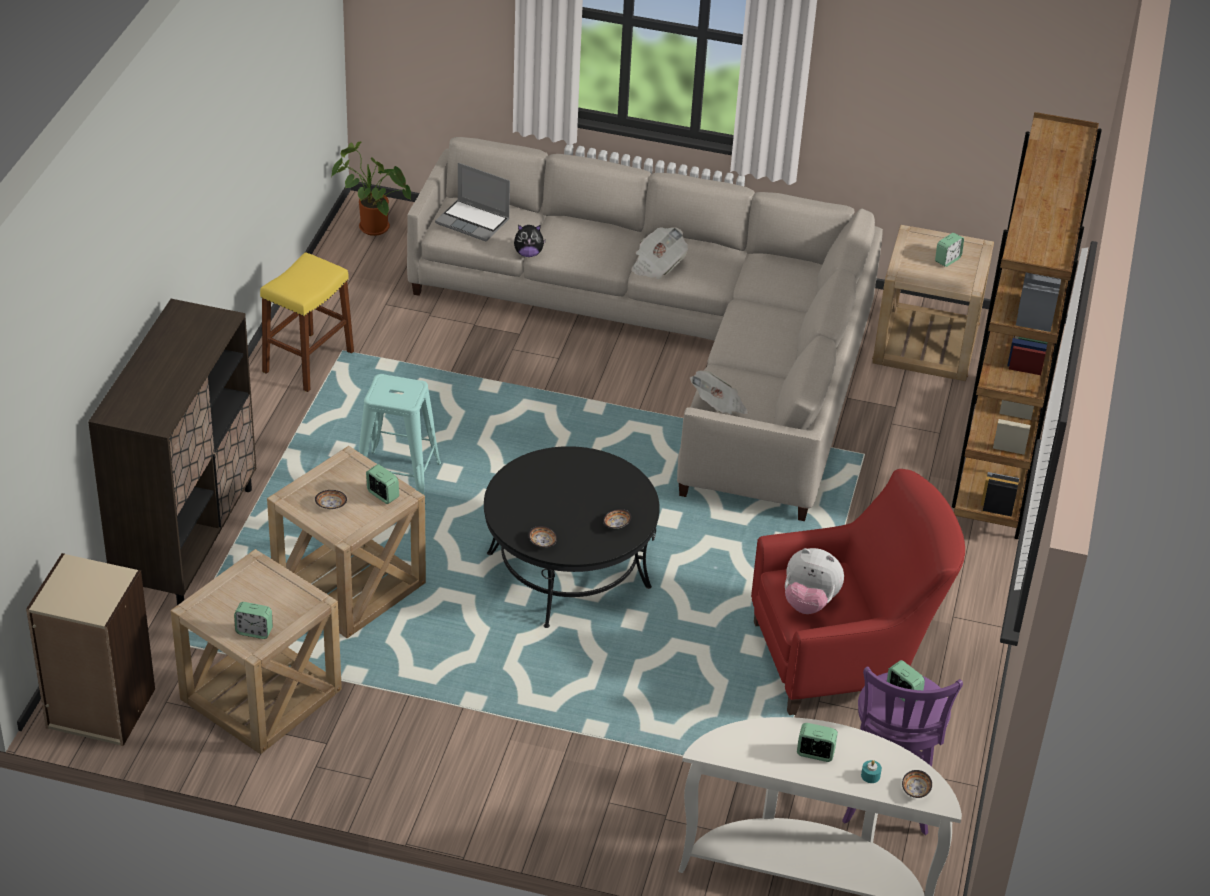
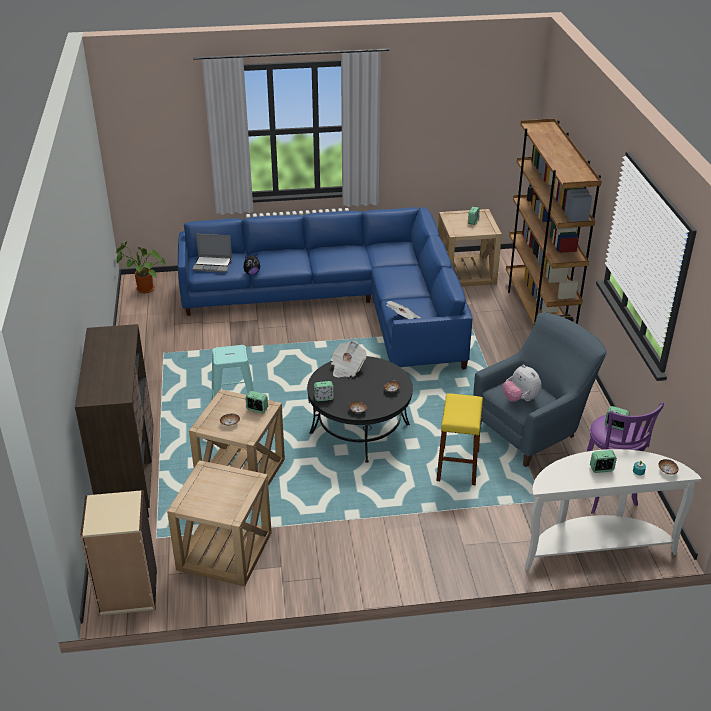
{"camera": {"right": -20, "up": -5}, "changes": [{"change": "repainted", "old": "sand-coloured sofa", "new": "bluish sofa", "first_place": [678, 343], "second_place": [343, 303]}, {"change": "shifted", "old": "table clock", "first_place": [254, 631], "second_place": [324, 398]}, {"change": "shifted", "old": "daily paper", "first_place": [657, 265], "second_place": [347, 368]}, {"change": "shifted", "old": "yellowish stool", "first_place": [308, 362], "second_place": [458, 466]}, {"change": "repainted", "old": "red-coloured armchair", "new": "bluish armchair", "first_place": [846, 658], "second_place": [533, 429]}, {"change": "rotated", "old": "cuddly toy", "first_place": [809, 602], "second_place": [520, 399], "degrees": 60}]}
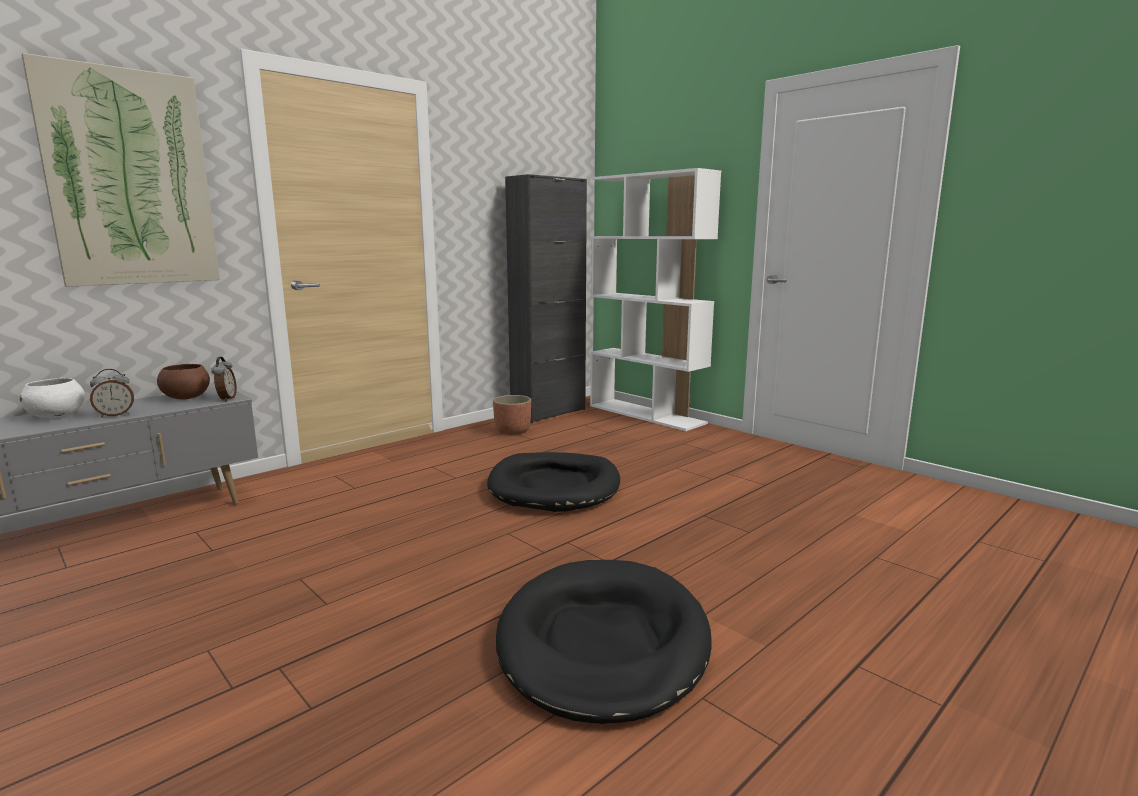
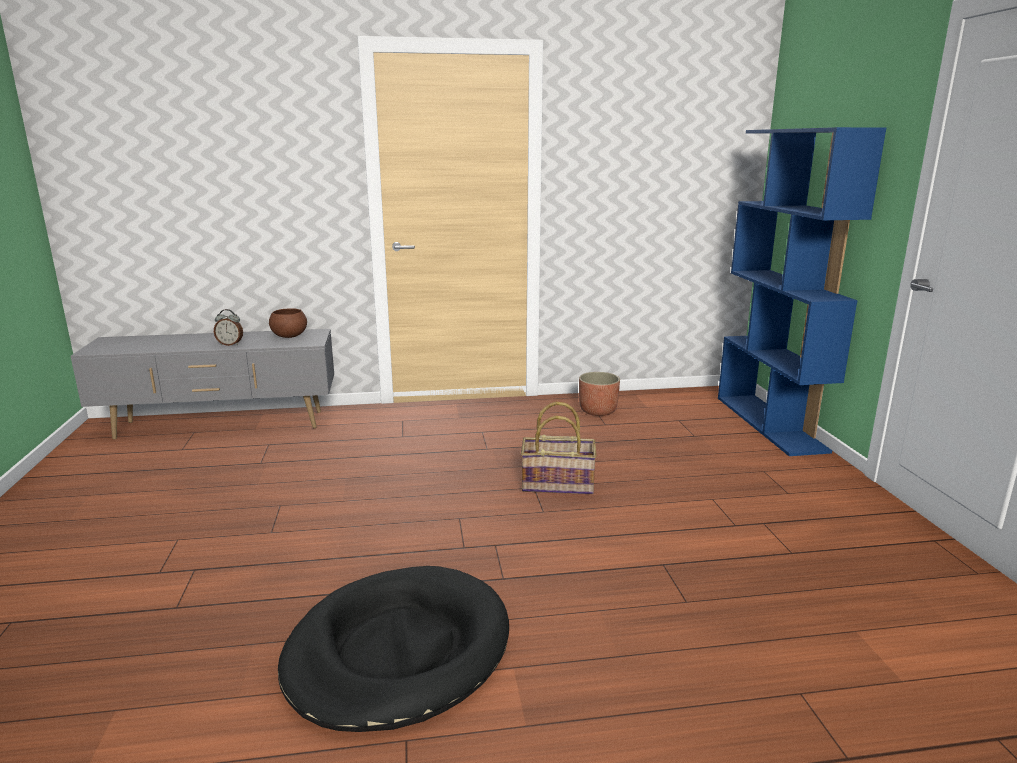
{"camera": {"right": 35, "up": 5}, "changes": [{"change": "swapped", "old": "blackish dog bed", "new": "storage basket", "first_place": [554, 487], "second_place": [558, 484]}, {"change": "repainted", "old": "white shelving unit", "new": "bluish shelving unit", "first_place": [647, 414], "second_place": [770, 423]}, {"change": "gone", "old": "white deep dish", "first_place": [57, 416]}, {"change": "gone", "old": "picture", "first_place": [130, 179]}, {"change": "gone", "old": "table clock", "first_place": [226, 399]}, {"change": "gone", "old": "blackish cupboard", "first_place": [548, 413]}]}
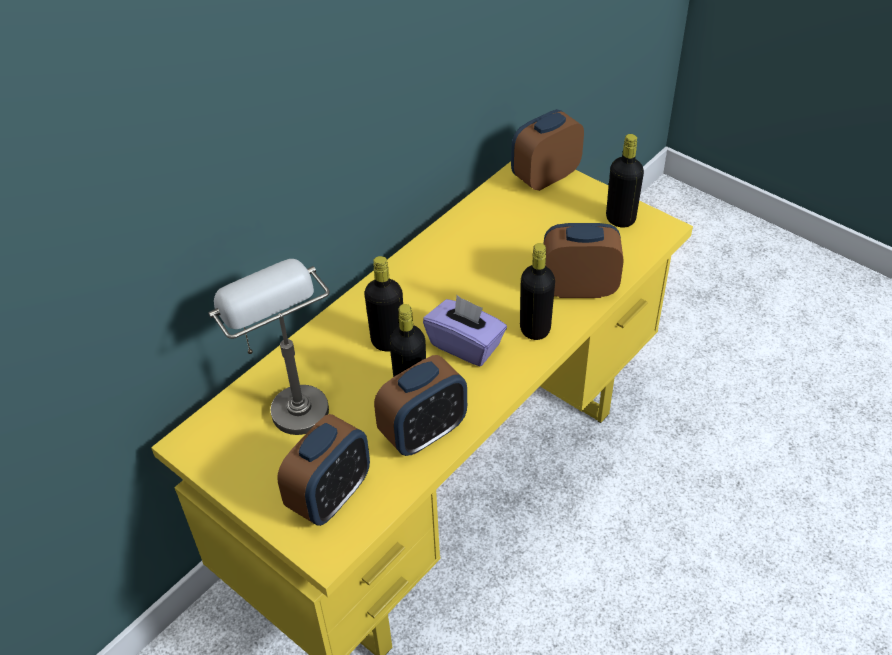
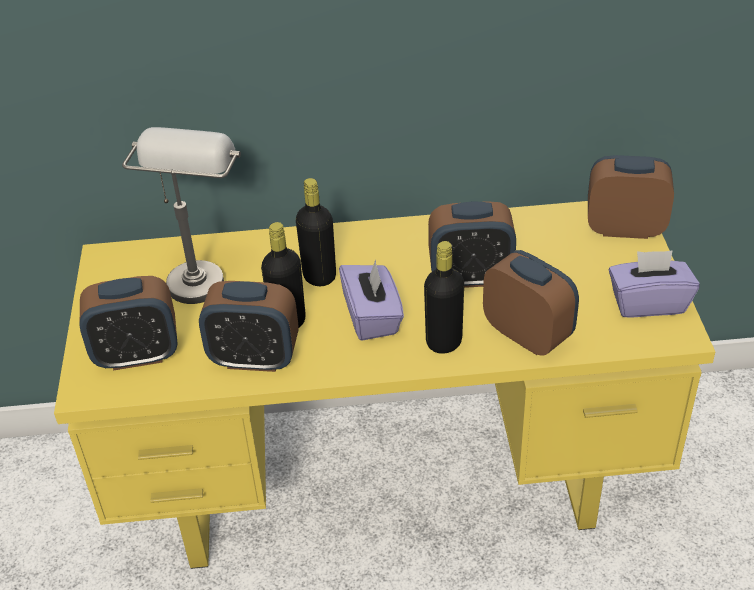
{"camera": {"right": 45, "up": -5}, "changes": [{"change": "new", "new": "table clock", "second_place": [470, 277]}, {"change": "swapped", "old": "blackish beverage bottle", "new": "purple-coloured tissue holder", "first_place": [620, 219], "second_place": [648, 303]}]}
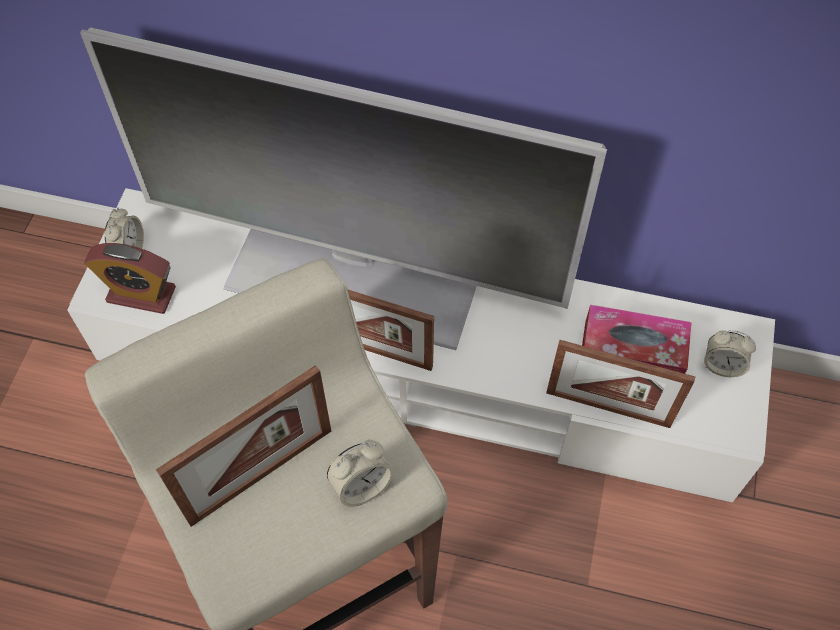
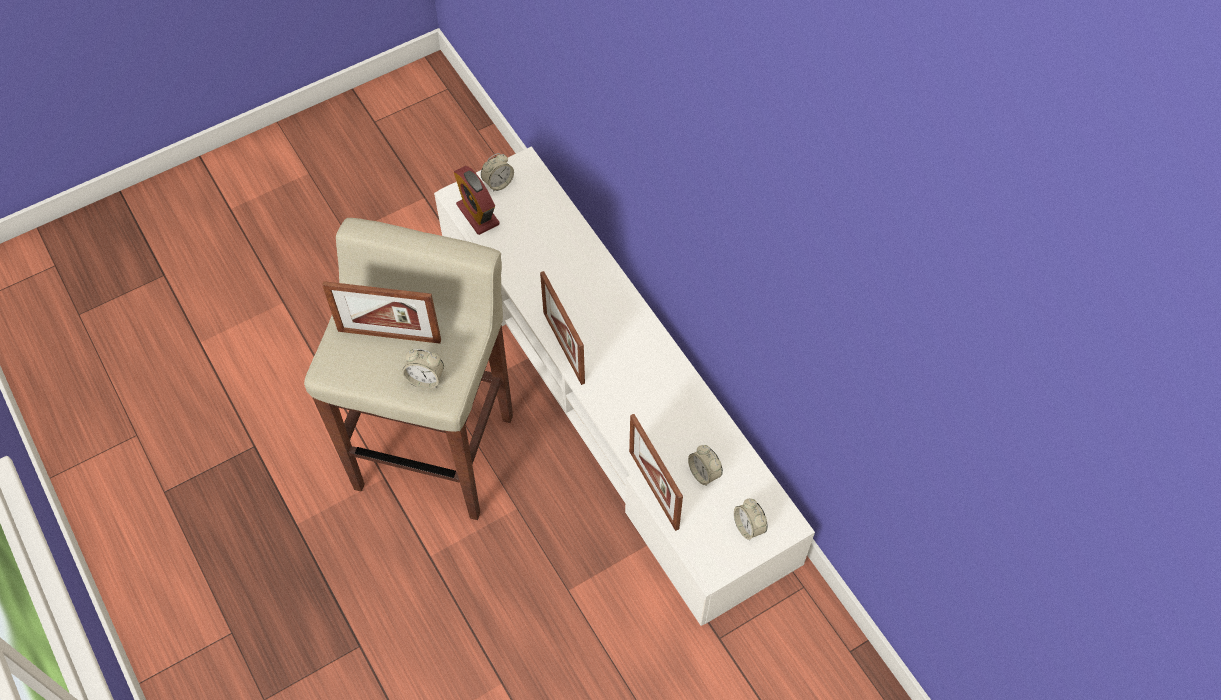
{"camera": {"right": 45, "up": 0}, "changes": [{"change": "swapped", "old": "tissue holder", "new": "table clock", "first_place": [631, 352], "second_place": [704, 473]}, {"change": "gone", "old": "television", "first_place": [351, 283]}]}
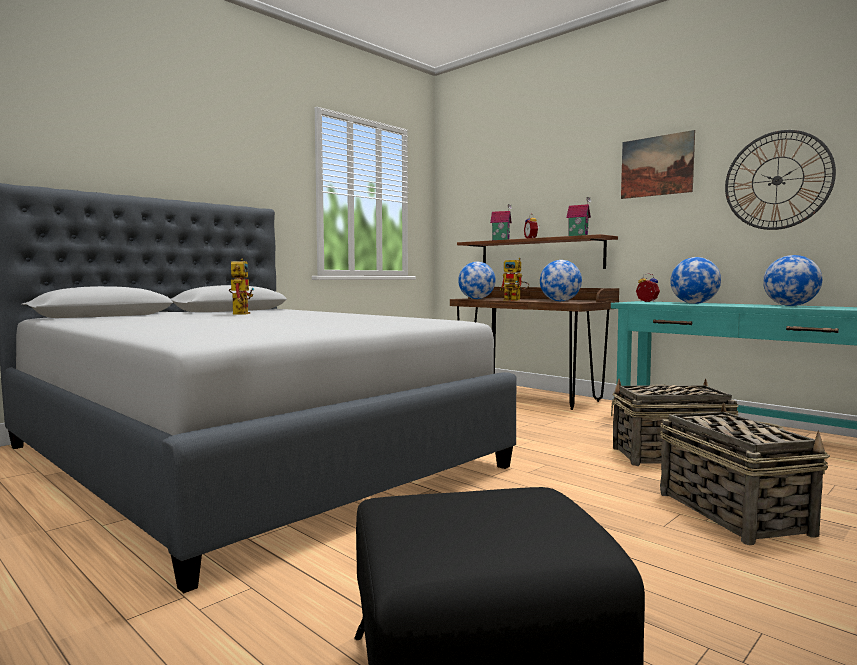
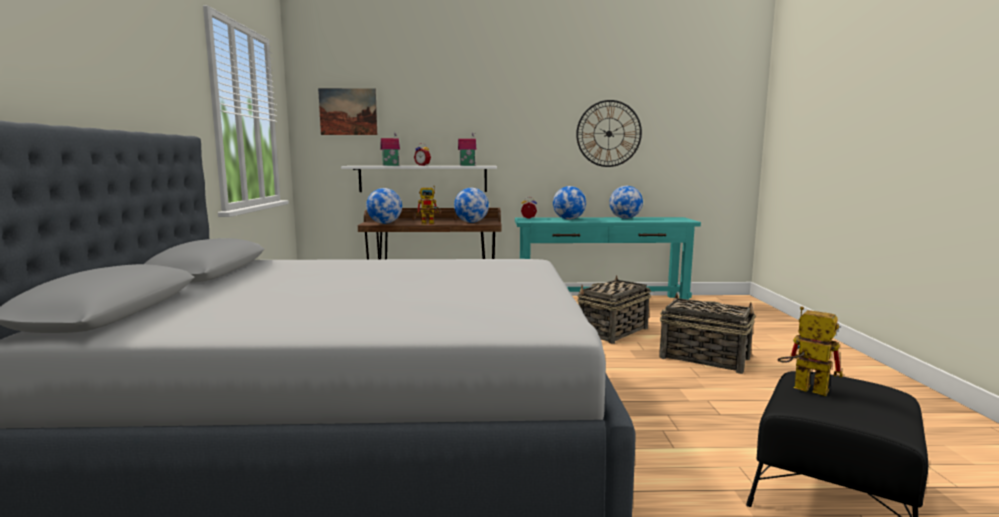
{"camera": {"right": -45, "up": 5}, "changes": [{"change": "shifted", "old": "picture", "first_place": [656, 166], "second_place": [348, 111]}, {"change": "repainted", "old": "brown-coloured shelf", "new": "white shelf", "first_place": [540, 255], "second_place": [423, 178]}, {"change": "shifted", "old": "model robot", "first_place": [240, 313], "second_place": [802, 388]}]}
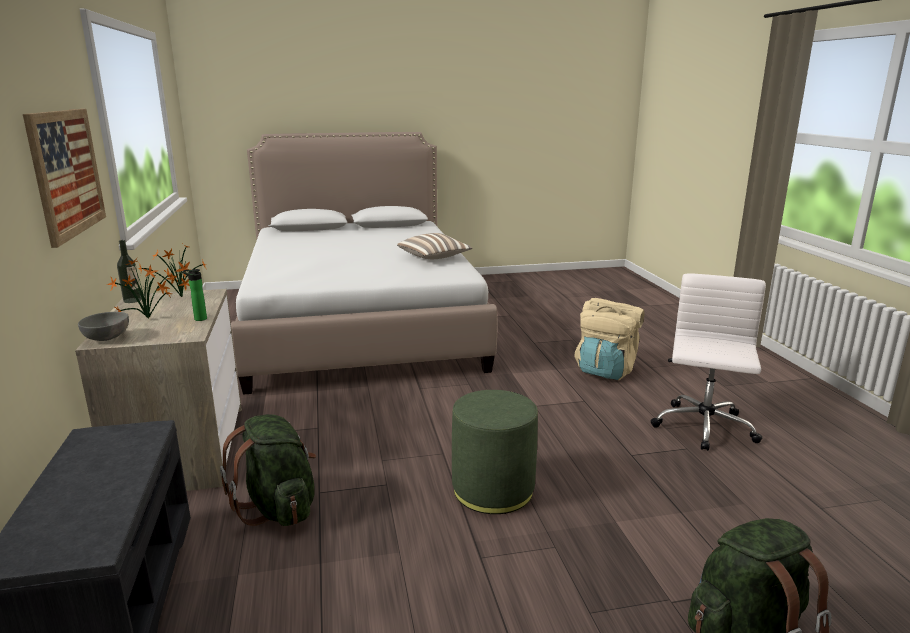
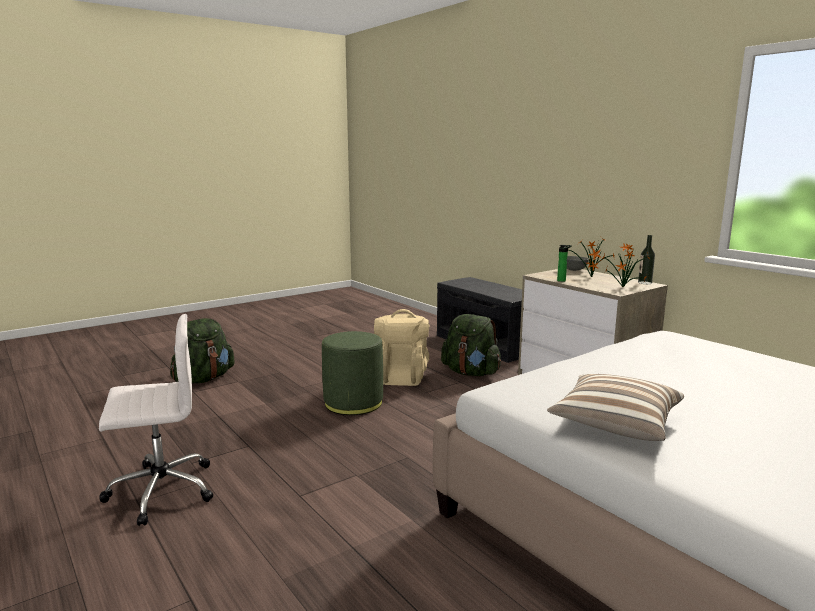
{"camera": {"right": 155, "up": -5}, "changes": [{"change": "rotated", "old": "white desk chair", "first_place": [703, 428], "second_place": [160, 490], "degrees": -105}, {"change": "shifted", "old": "sand-coloured rucksack", "first_place": [606, 370], "second_place": [402, 376]}, {"change": "gone", "old": "picture", "first_place": [67, 172]}]}
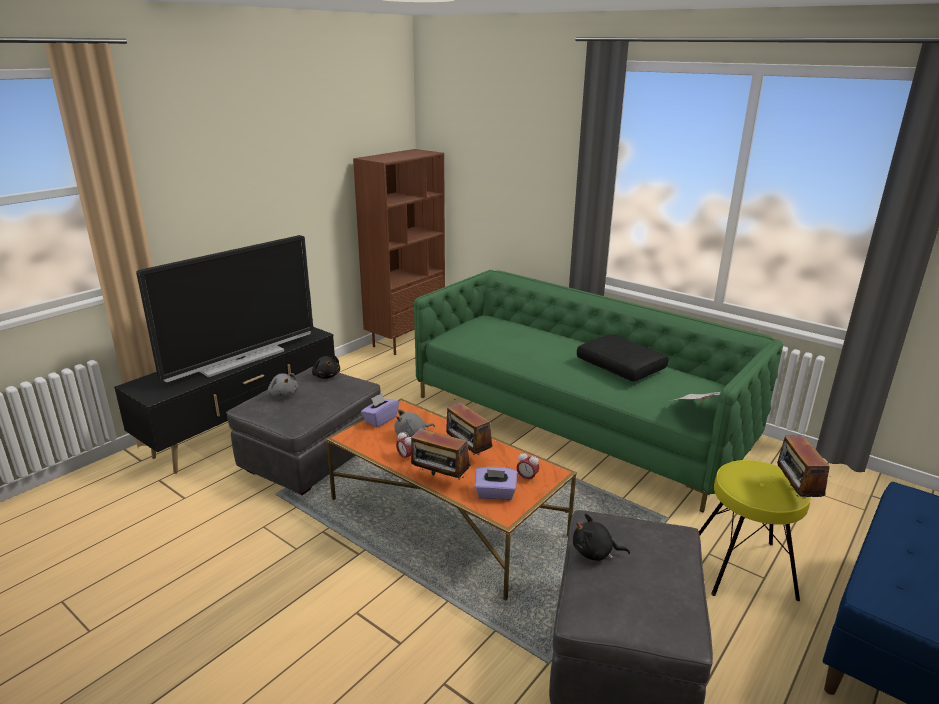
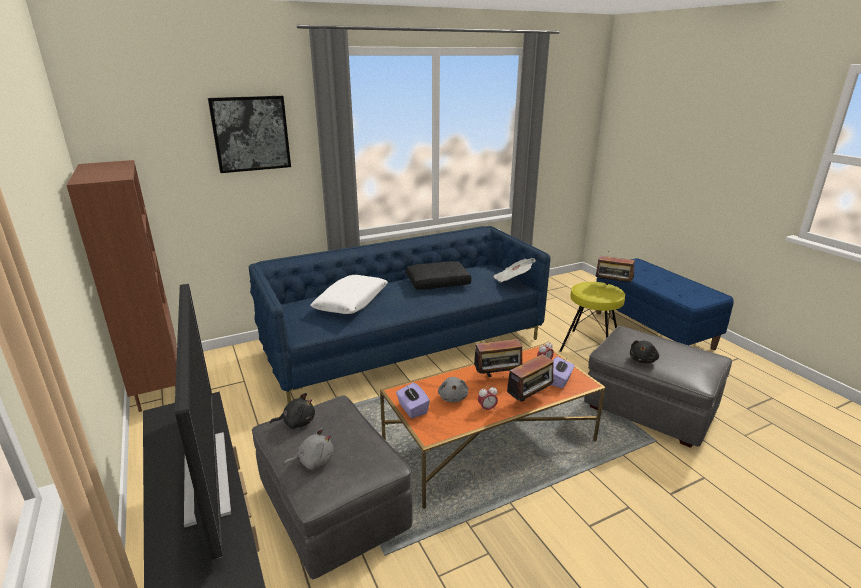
{"camera": {"right": -65, "up": 0}, "changes": [{"change": "new", "new": "picture", "second_place": [251, 133]}, {"change": "repainted", "old": "greenish sofa", "new": "bluish sofa", "first_place": [577, 422], "second_place": [405, 344]}, {"change": "new", "new": "white throw pillow", "second_place": [351, 302]}]}
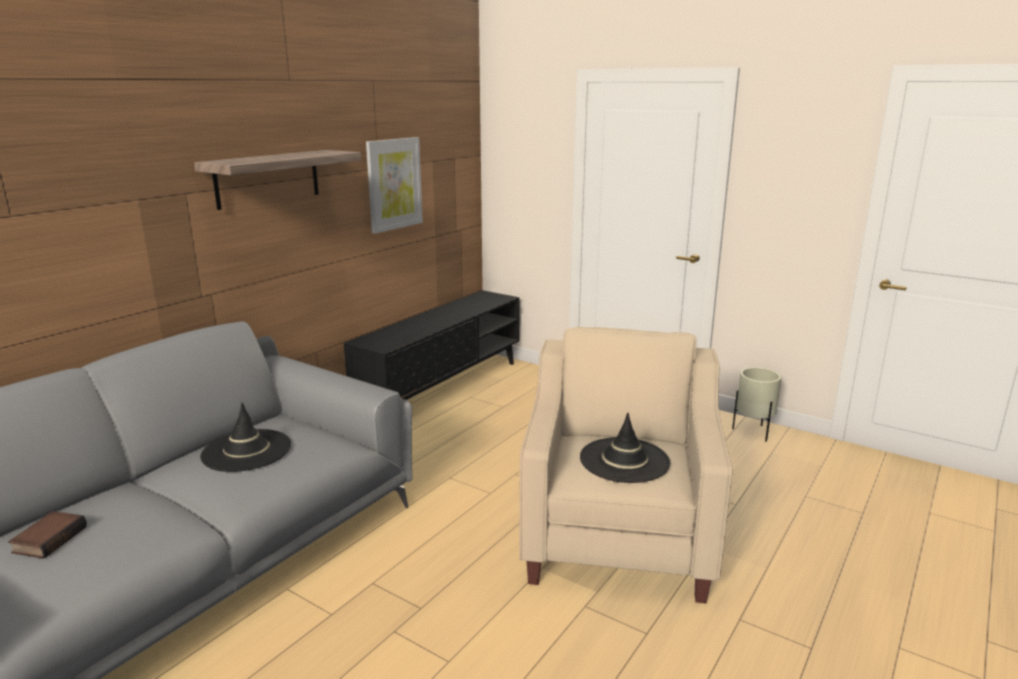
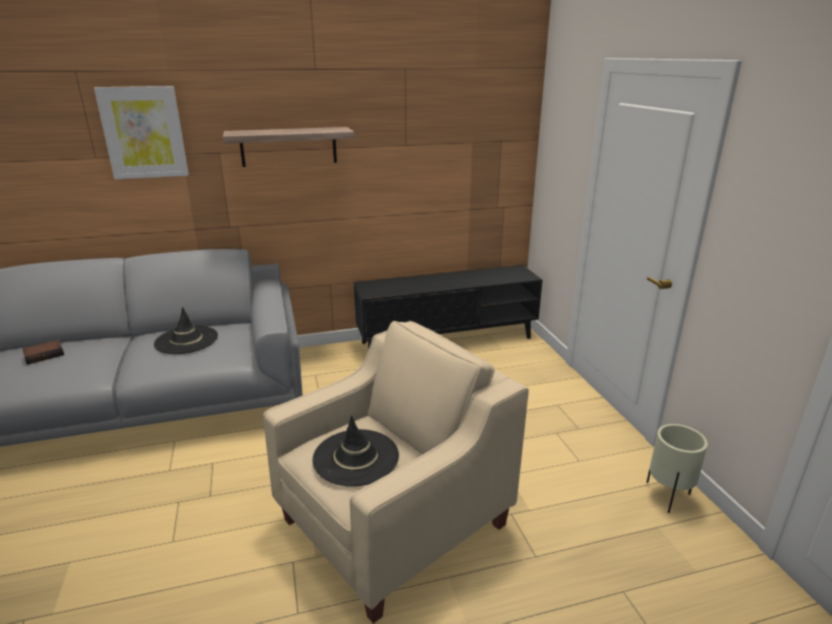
{"camera": {"right": 40, "up": 5}, "changes": [{"change": "shifted", "old": "picture", "first_place": [394, 184], "second_place": [143, 133]}]}
